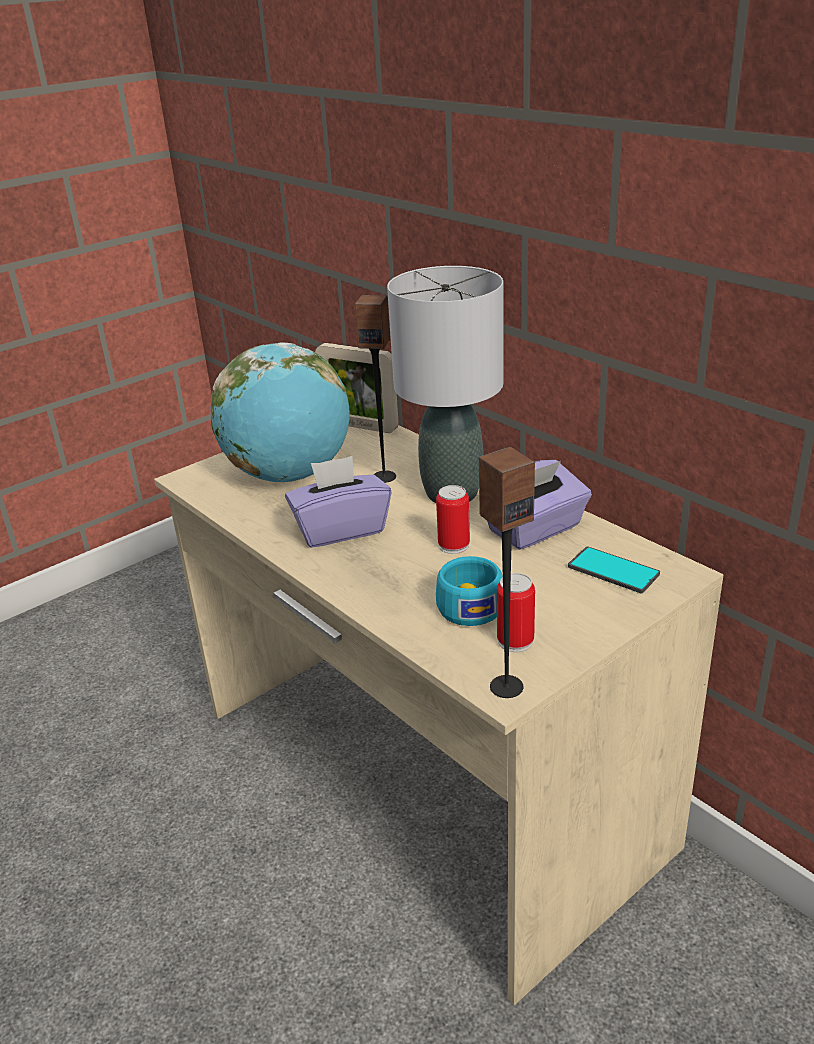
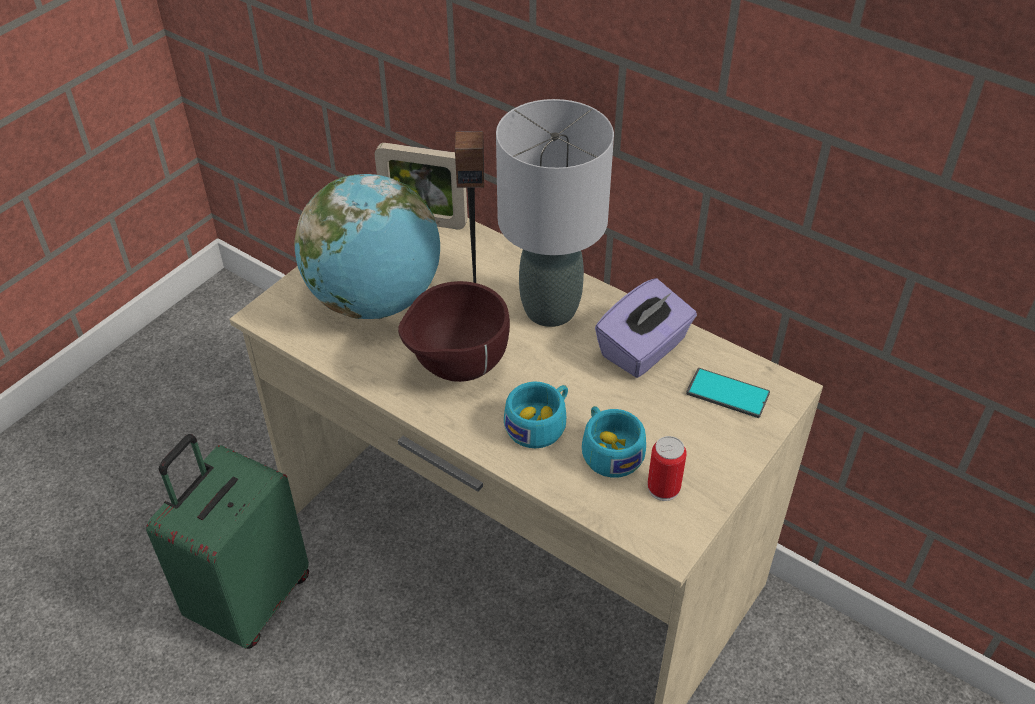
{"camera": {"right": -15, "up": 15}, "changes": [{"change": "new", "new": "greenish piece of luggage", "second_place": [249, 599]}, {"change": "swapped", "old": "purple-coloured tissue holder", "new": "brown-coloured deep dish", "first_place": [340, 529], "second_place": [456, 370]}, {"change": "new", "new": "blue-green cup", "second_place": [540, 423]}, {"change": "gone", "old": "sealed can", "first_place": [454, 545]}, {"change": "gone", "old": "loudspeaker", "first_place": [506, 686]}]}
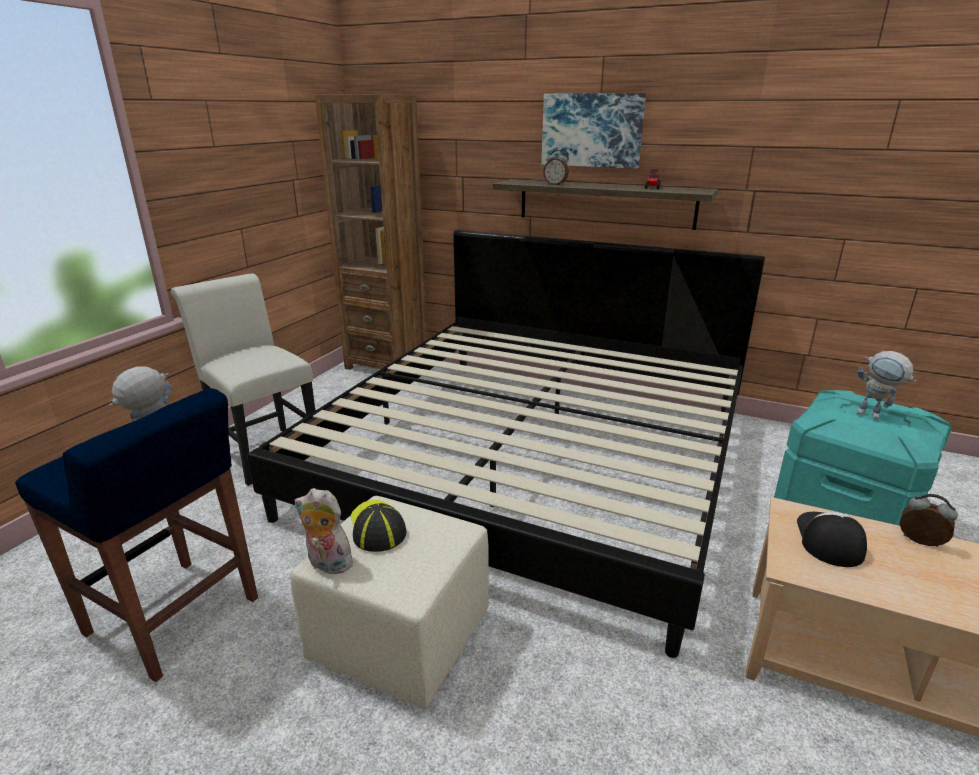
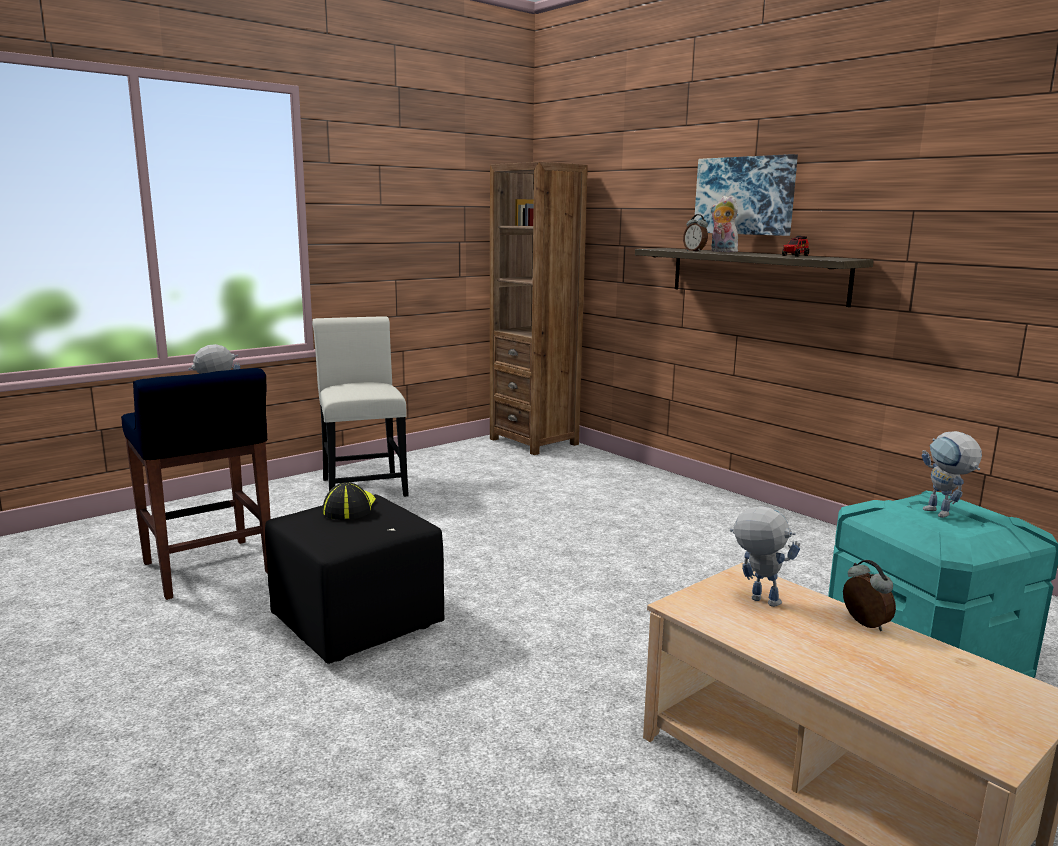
{"camera": {"right": 25, "up": -10}, "changes": [{"change": "repainted", "old": "sand-coloured ottoman", "new": "blackish ottoman", "first_place": [403, 637], "second_place": [359, 624]}, {"change": "shifted", "old": "cuddly toy", "first_place": [327, 565], "second_place": [722, 251]}, {"change": "swapped", "old": "baseball cap", "new": "model robot", "first_place": [828, 539], "second_place": [756, 599]}, {"change": "gone", "old": "bedroom bed", "first_place": [532, 460]}]}
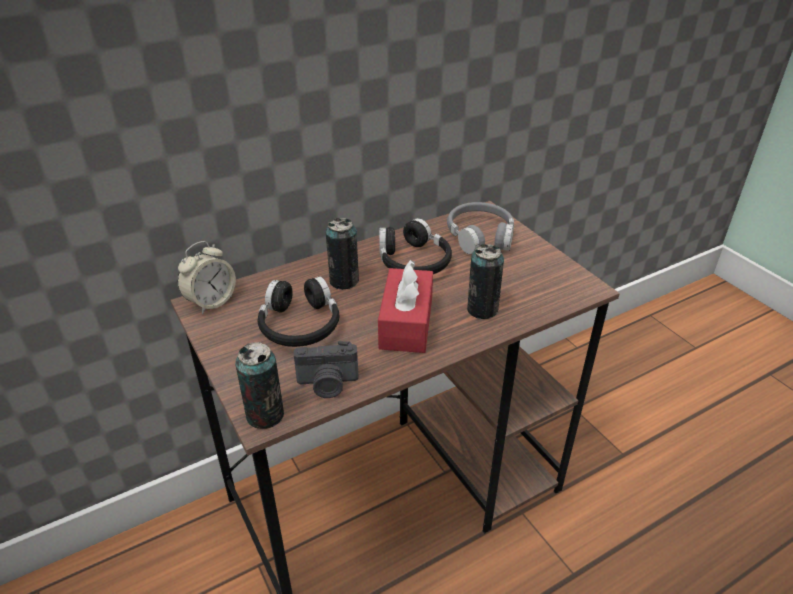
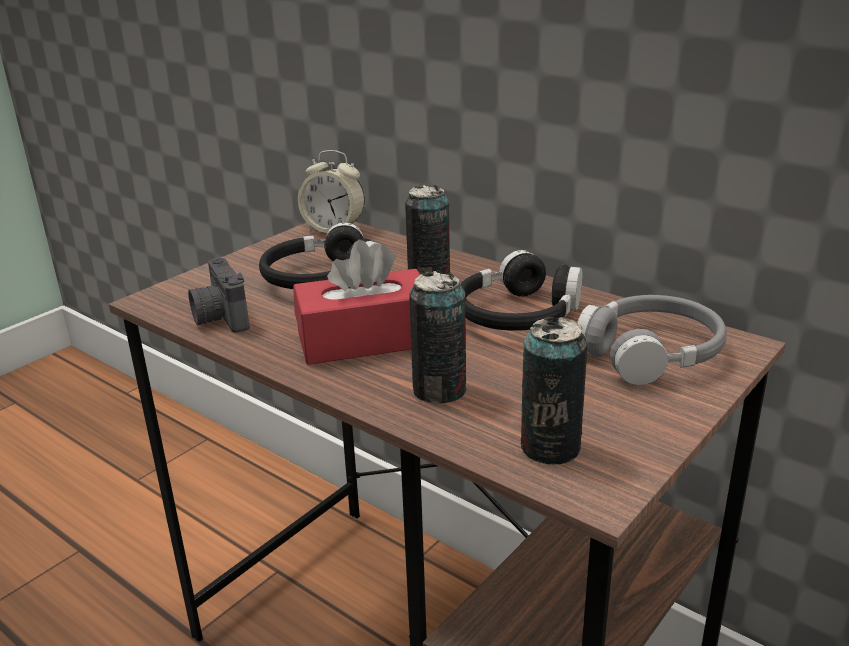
{"camera": {"right": 70, "up": -10}, "changes": [{"change": "shifted", "old": "sealed can", "first_place": [265, 415], "second_place": [550, 447]}]}
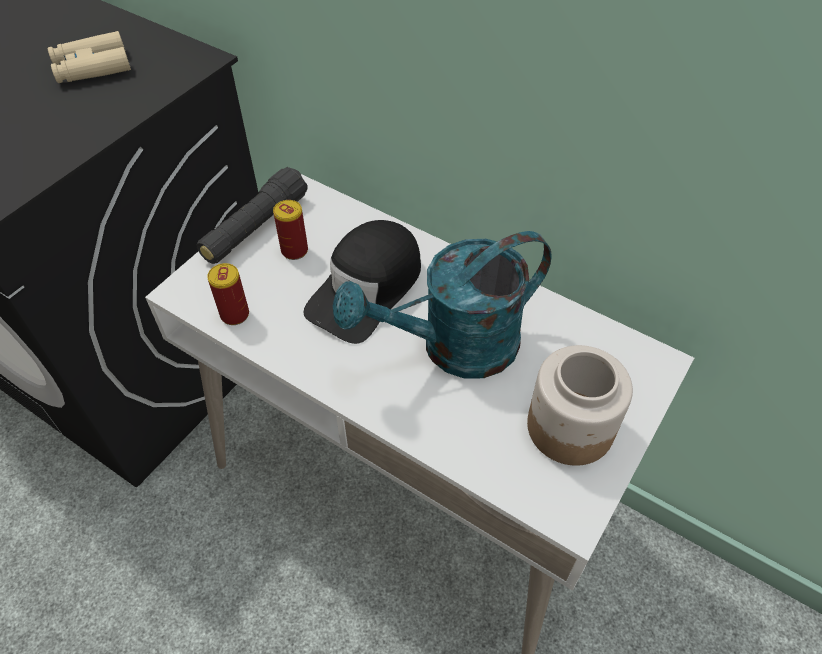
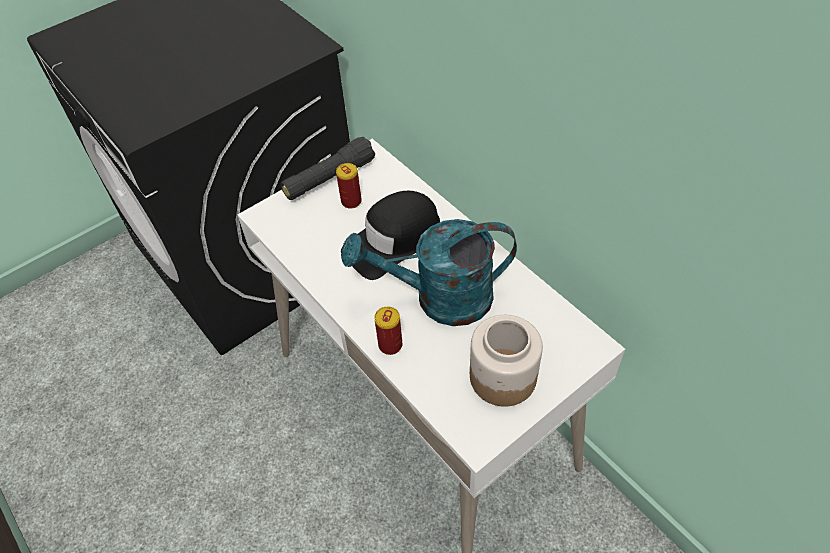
{"camera": {"right": 20, "up": 0}, "changes": [{"change": "shifted", "old": "sealed can", "first_place": [235, 314], "second_place": [390, 345]}, {"change": "gone", "old": "sand-coloured pair of binoculars", "first_place": [92, 67]}]}
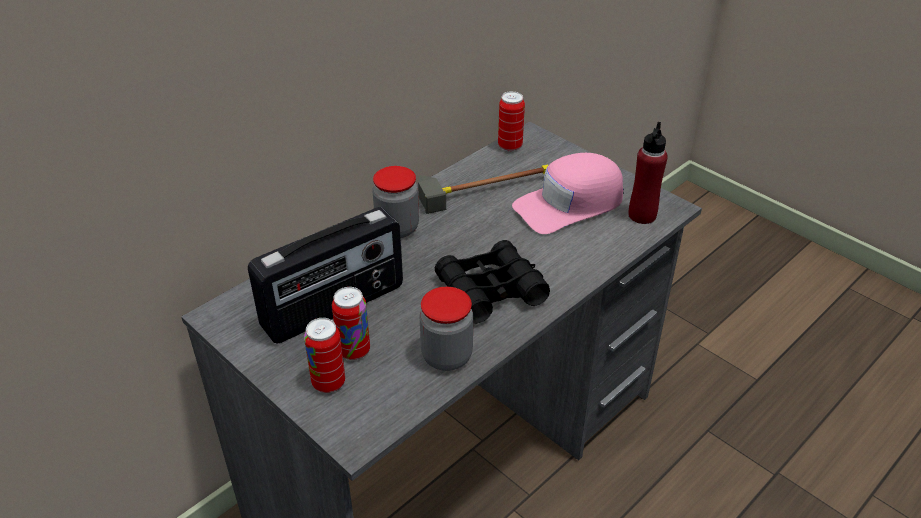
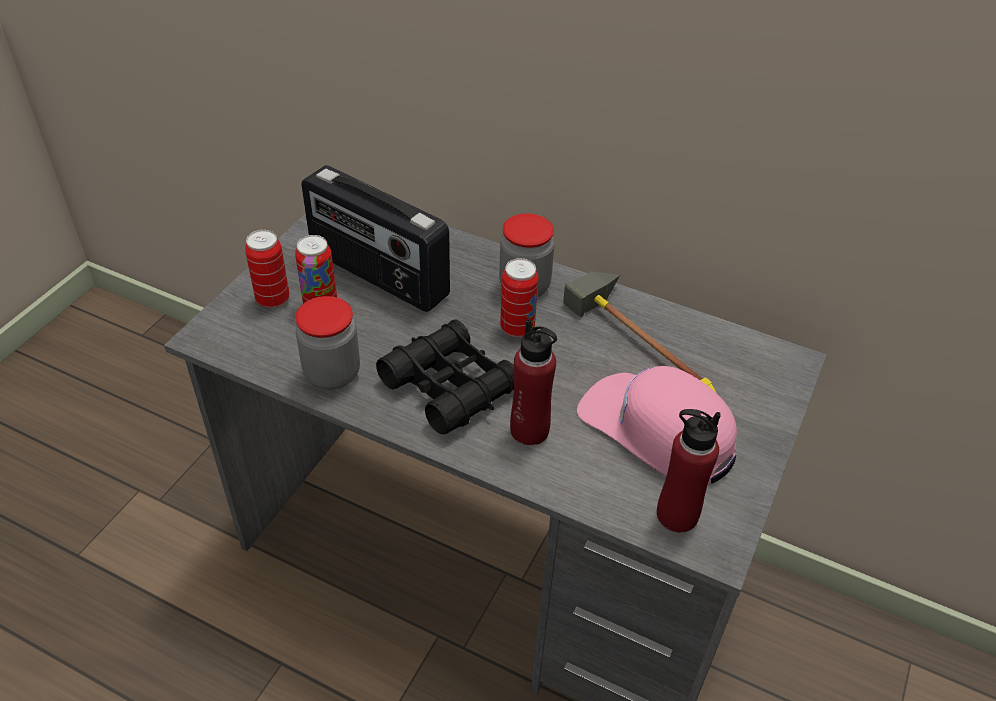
{"camera": {"right": 70, "up": 5}, "changes": [{"change": "shifted", "old": "sealed can", "first_place": [510, 146], "second_place": [517, 328]}, {"change": "new", "new": "red-coloured beverage bottle", "second_place": [529, 430]}]}
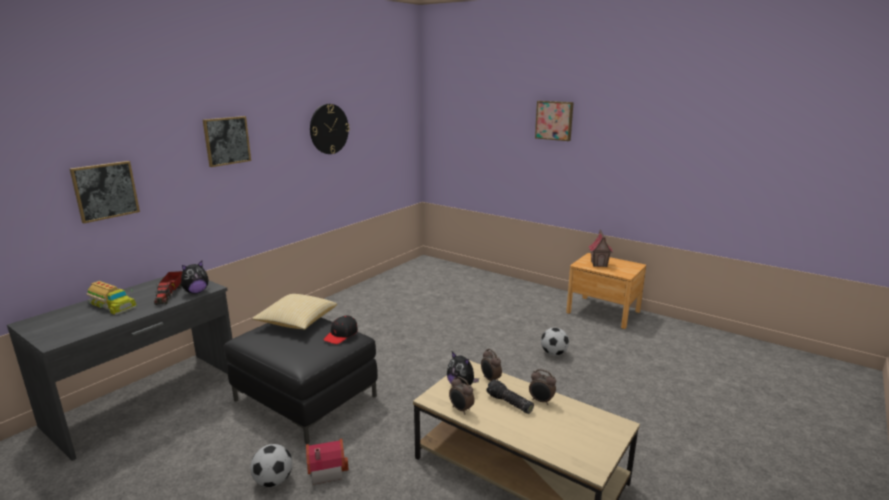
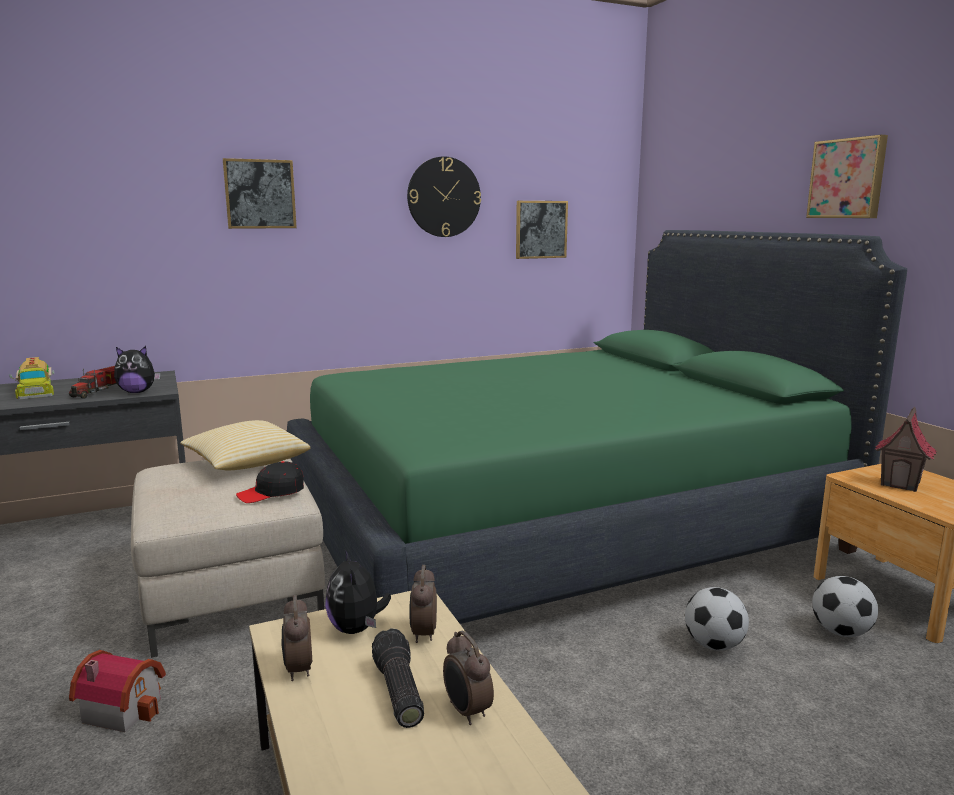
{"camera": {"right": 30, "up": -5}, "changes": [{"change": "repainted", "old": "blackish ottoman", "new": "sand-coloured ottoman", "first_place": [306, 398], "second_place": [231, 590]}, {"change": "new", "new": "greenish bedroom bed", "second_place": [559, 526]}, {"change": "shifted", "old": "picture", "first_place": [105, 191], "second_place": [541, 229]}, {"change": "shifted", "old": "football", "first_place": [273, 481], "second_place": [840, 632]}]}
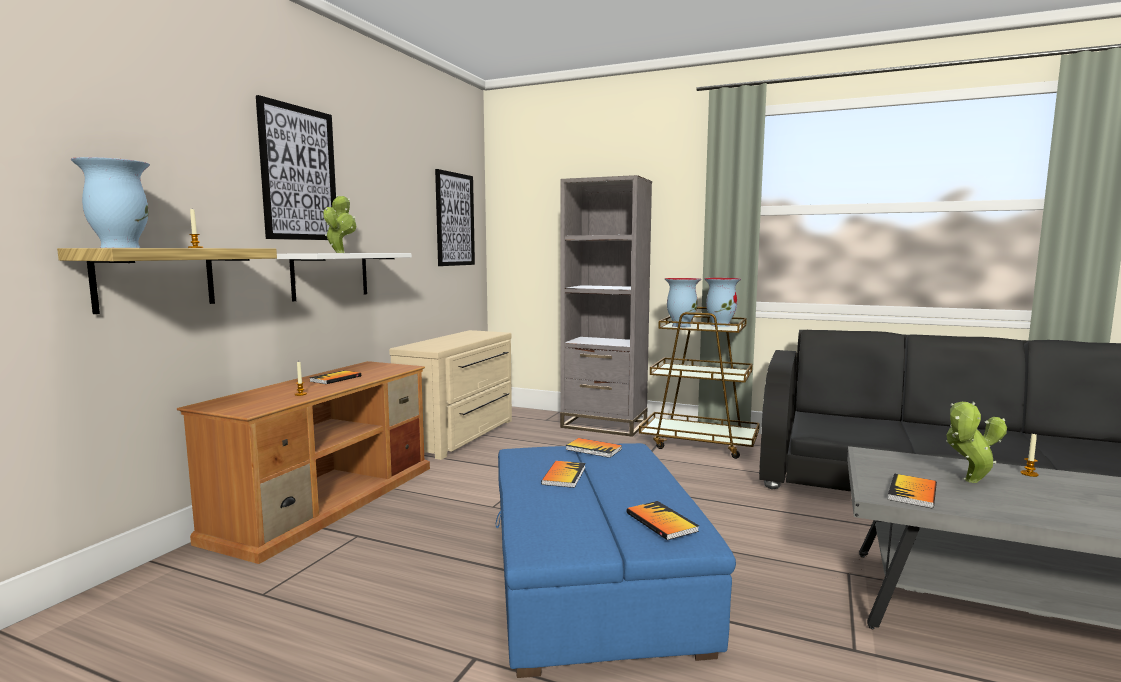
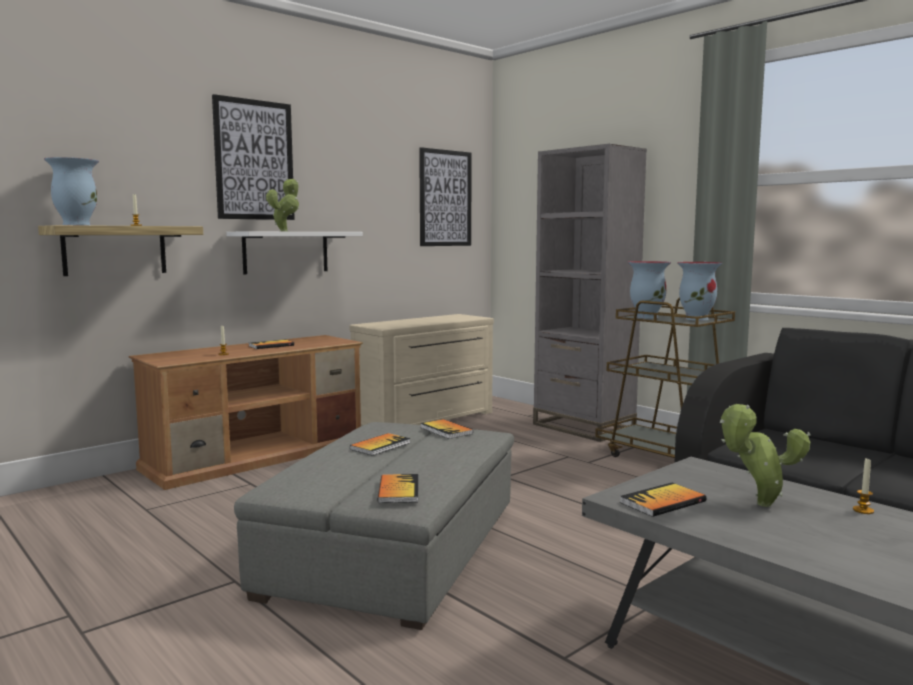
{"camera": {"right": 25, "up": 0}, "changes": [{"change": "repainted", "old": "bluish ottoman", "new": "greyish ottoman", "first_place": [590, 578], "second_place": [393, 549]}]}
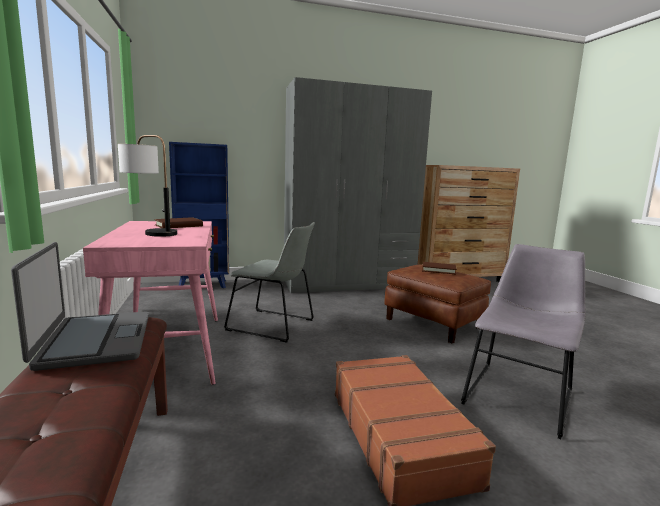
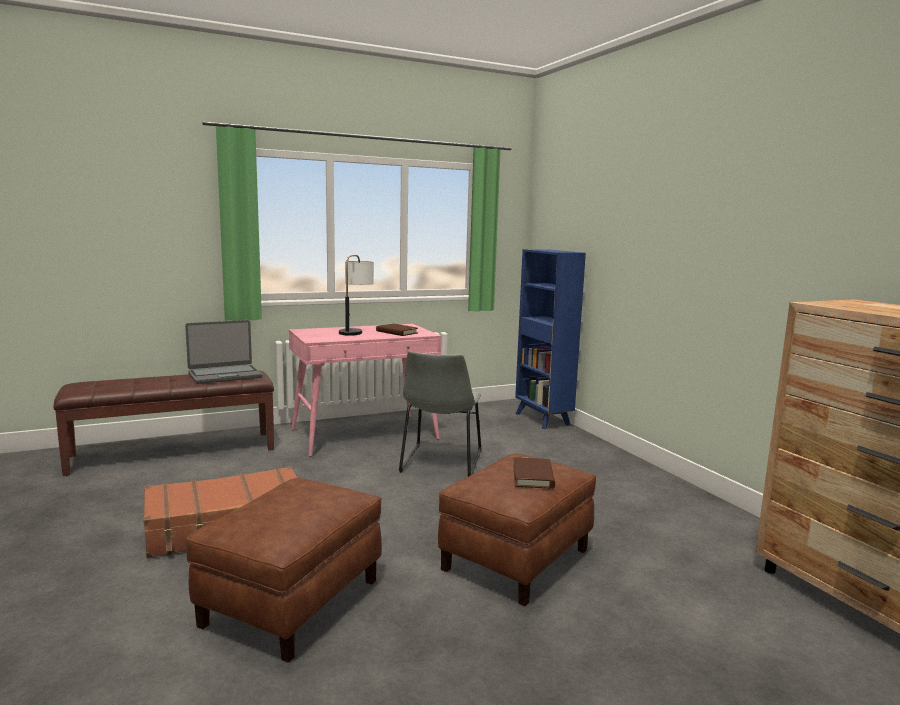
{"camera": {"right": 80, "up": 0}, "changes": [{"change": "swapped", "old": "greyish plain chair", "new": "brown-coloured ottoman", "first_place": [519, 395], "second_place": [293, 603]}, {"change": "gone", "old": "greyish clothes cupboard", "first_place": [349, 283]}]}
